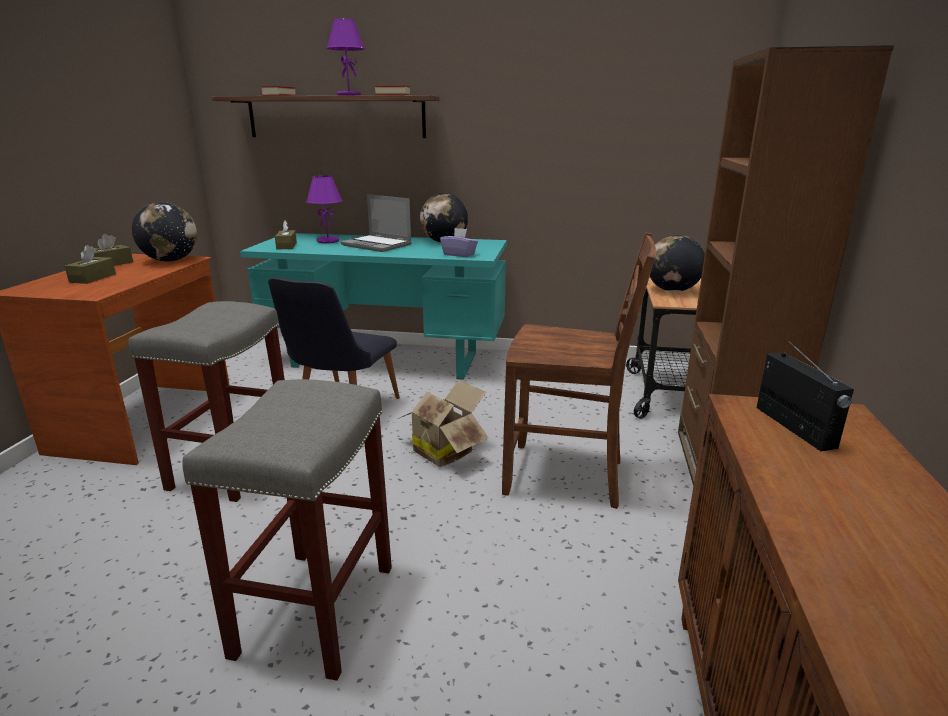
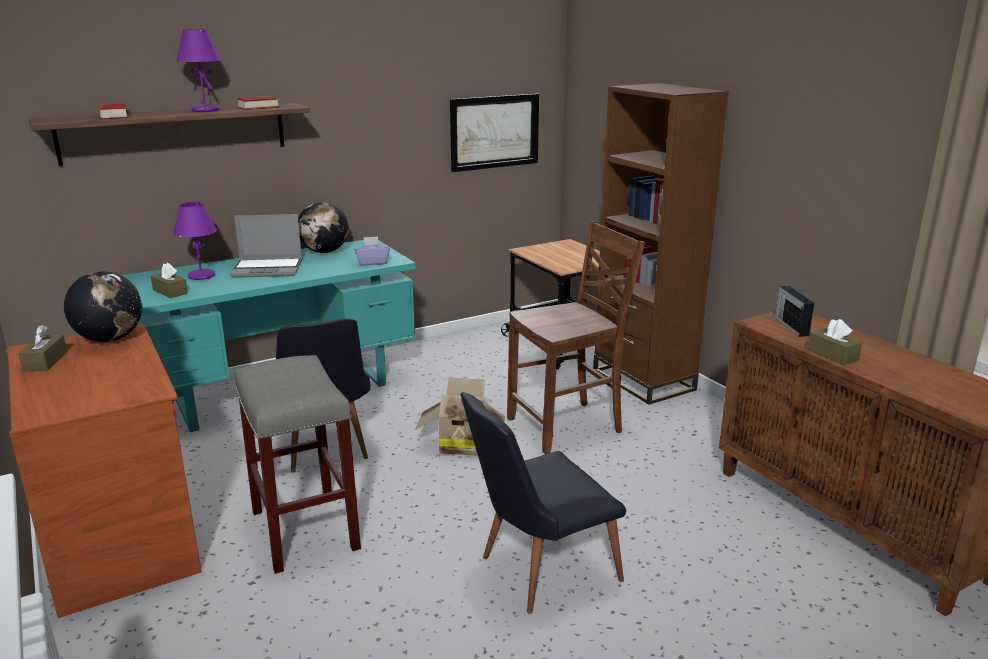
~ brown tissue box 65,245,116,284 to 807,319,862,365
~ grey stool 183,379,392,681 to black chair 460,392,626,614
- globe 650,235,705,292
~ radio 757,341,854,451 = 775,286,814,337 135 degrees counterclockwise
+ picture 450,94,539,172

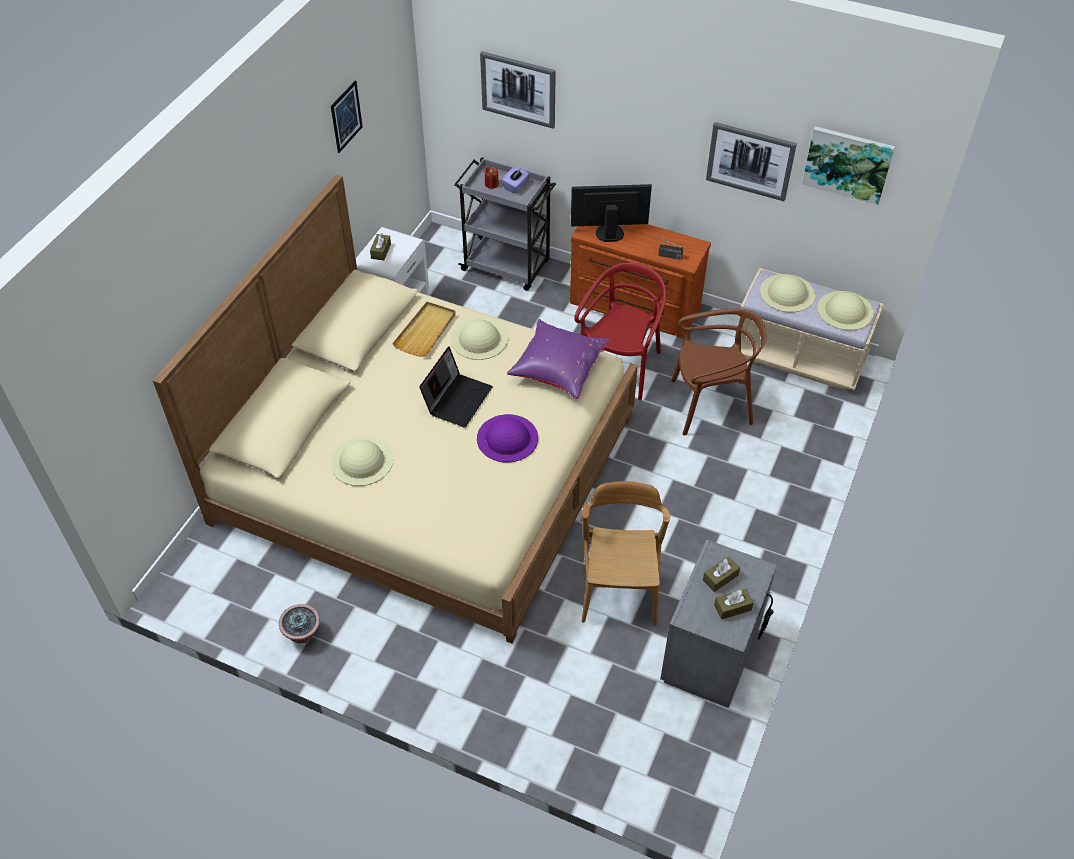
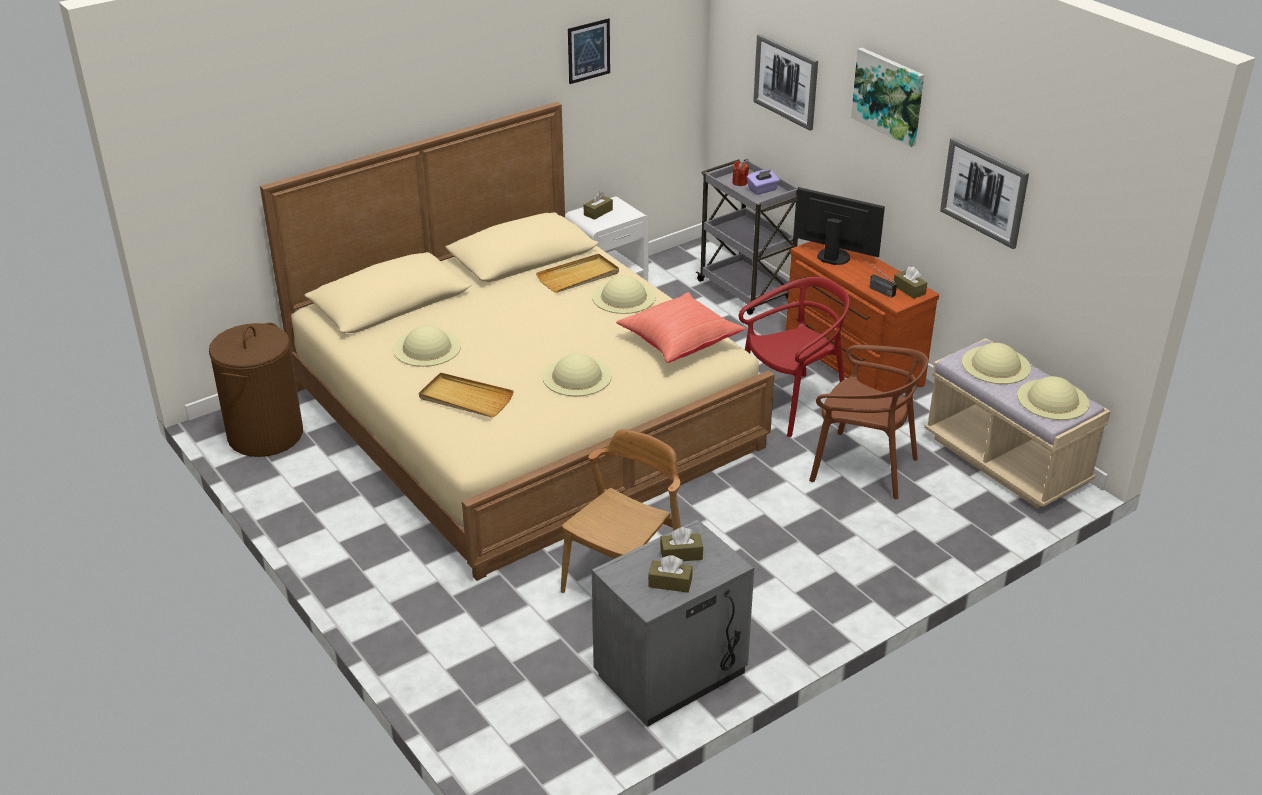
- potted plant 279,604,320,643
- laptop 419,346,493,428
~ purple hat 477,414,538,462 to beige hat 542,353,612,396
~ purple pillow 507,319,610,399 to red pillow 616,292,746,363
~ picture 802,126,895,205 to 851,48,924,147
+ brown laundry basket 209,323,303,457
+ beige tray 419,373,514,418
+ brown tissue box 894,266,927,299

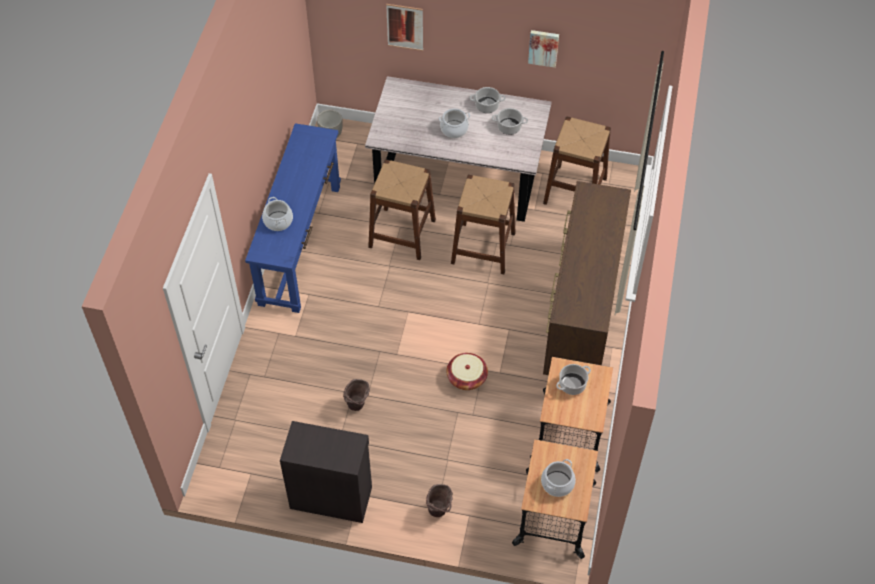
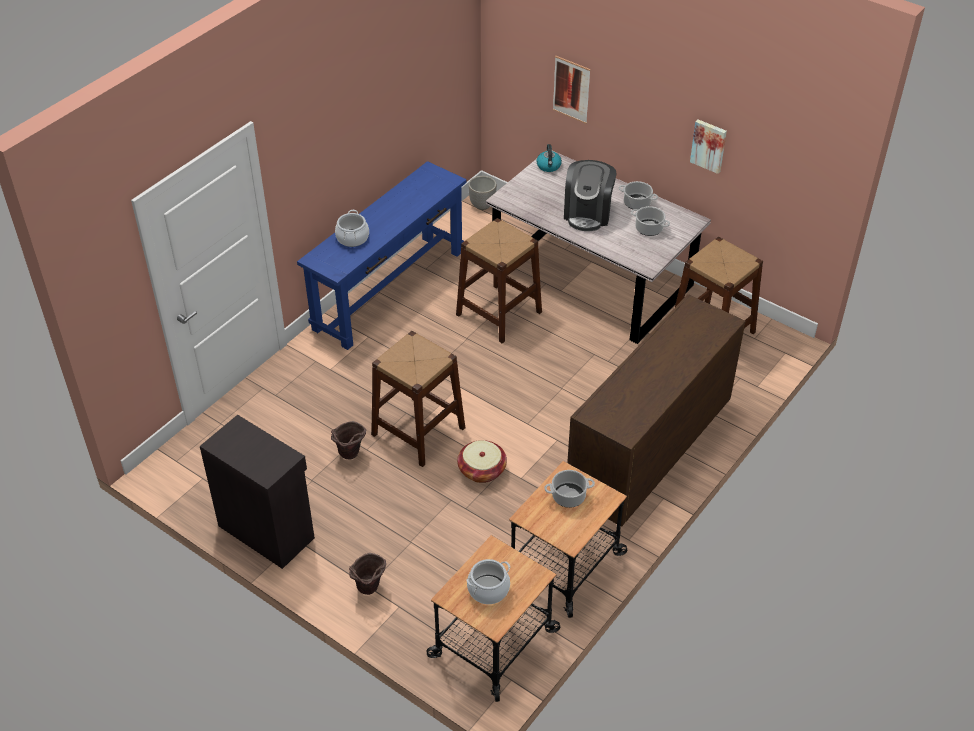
~ cooking pot 439,108,470,138 to coffee machine 564,160,616,231
~ brown stool 451,175,516,274 to 371,331,466,467
+ kettle 536,144,562,172

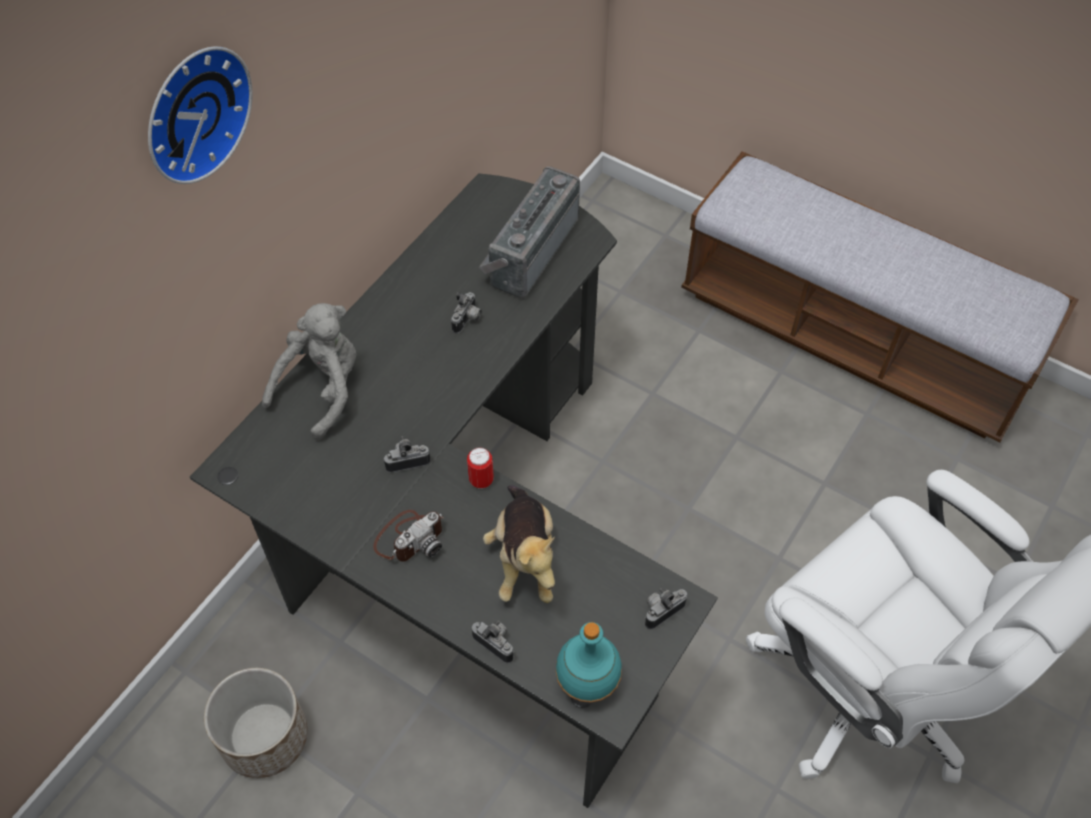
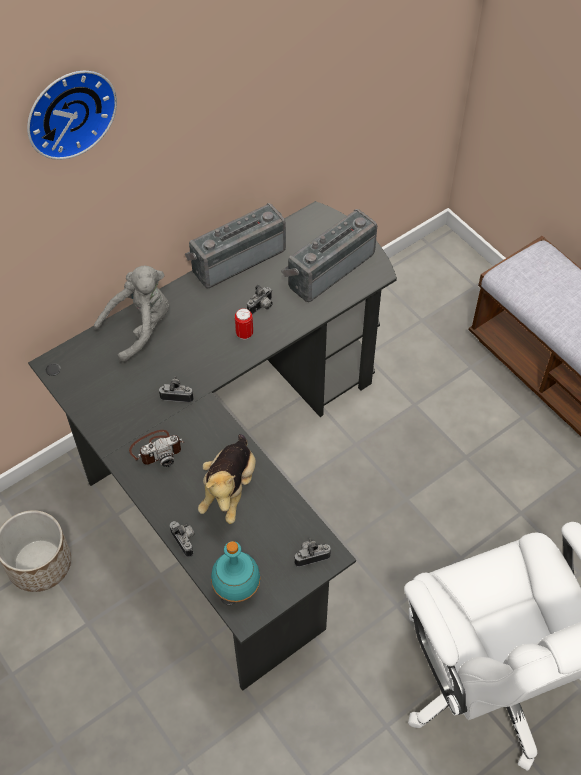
~ can 467,447,494,489 to 235,308,253,340
+ radio 185,203,286,288

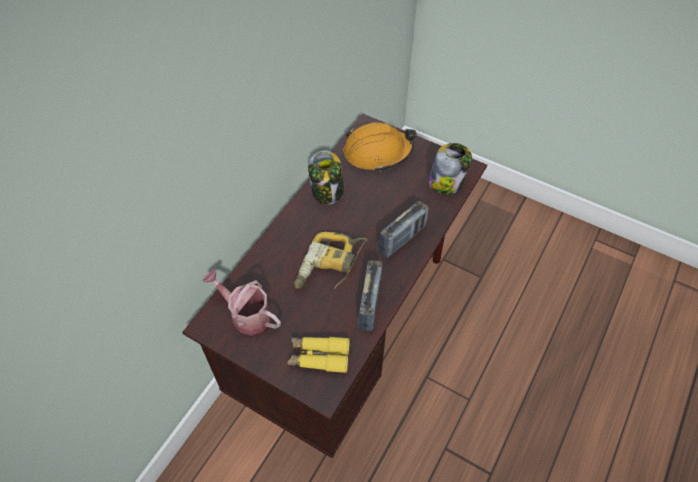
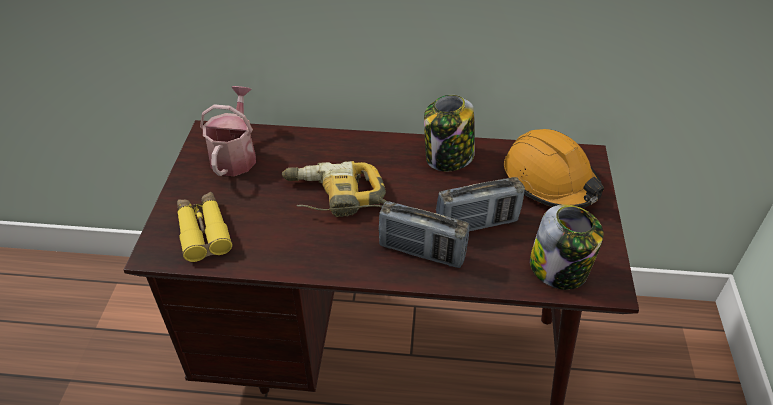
~ radio 358,260,382,331 to 436,177,525,231

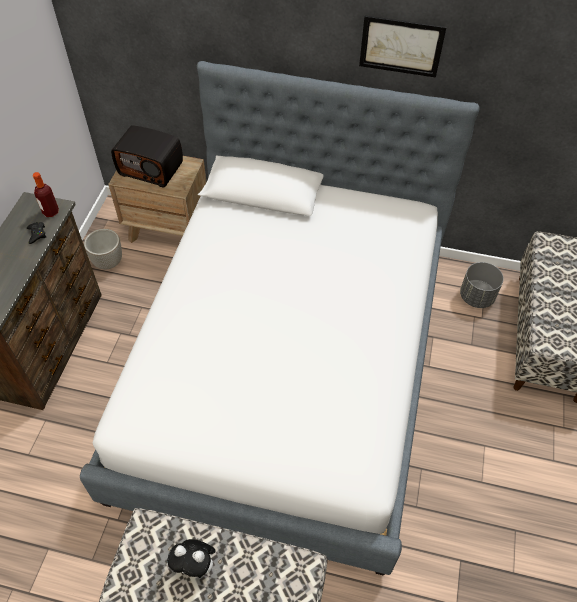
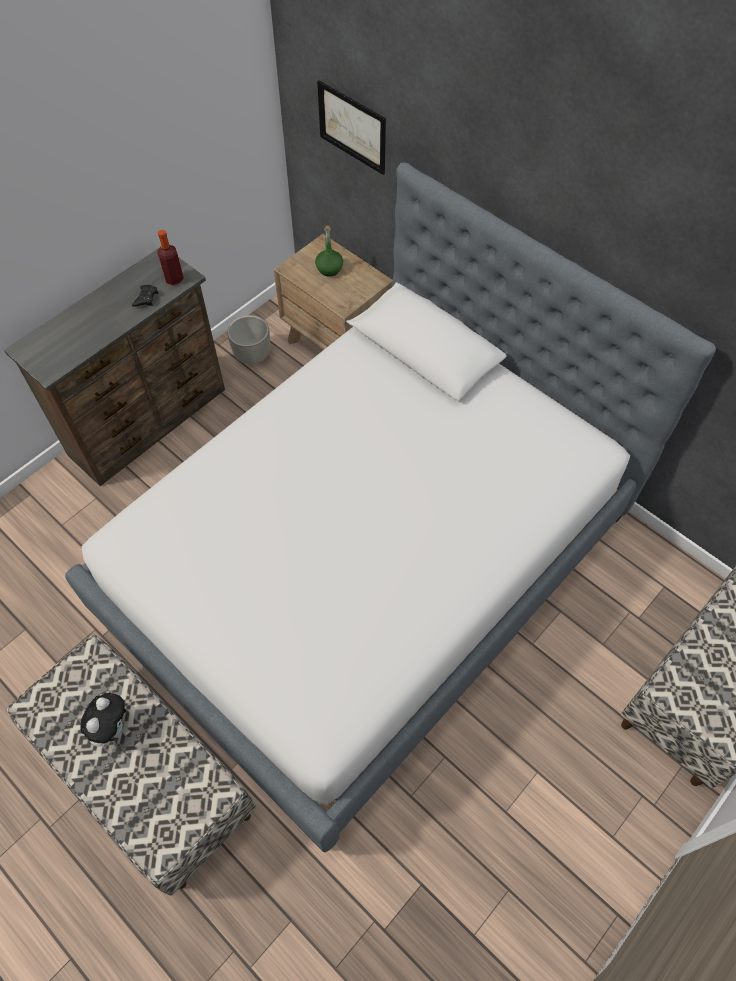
~ radio 111,125,183,188 to green bottle 315,226,343,277
~ plush toy 167,539,218,578 = 80,693,126,747 120 degrees counterclockwise
~ picture 359,15,446,78 to 317,80,386,175
- grey planter 460,262,504,308

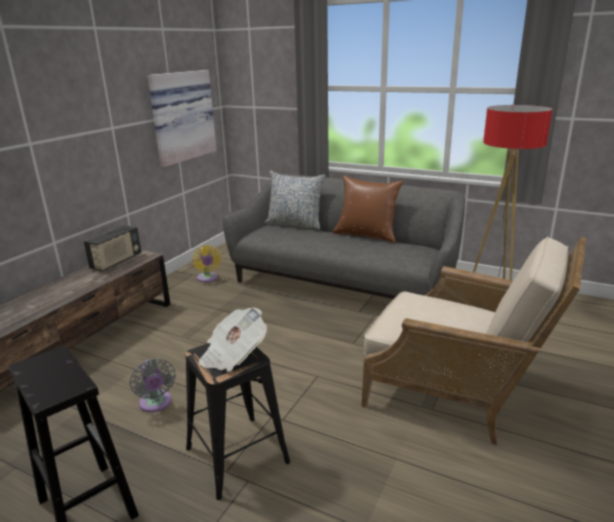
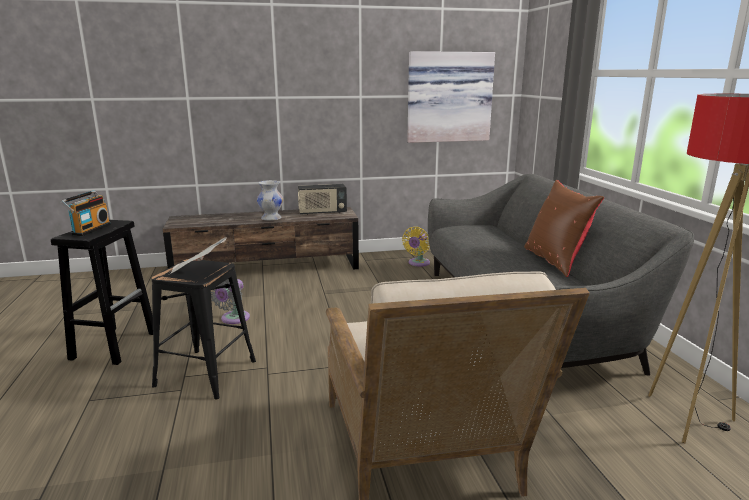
- pillow 265,171,326,230
+ radio 60,190,111,236
+ white vase 257,180,283,221

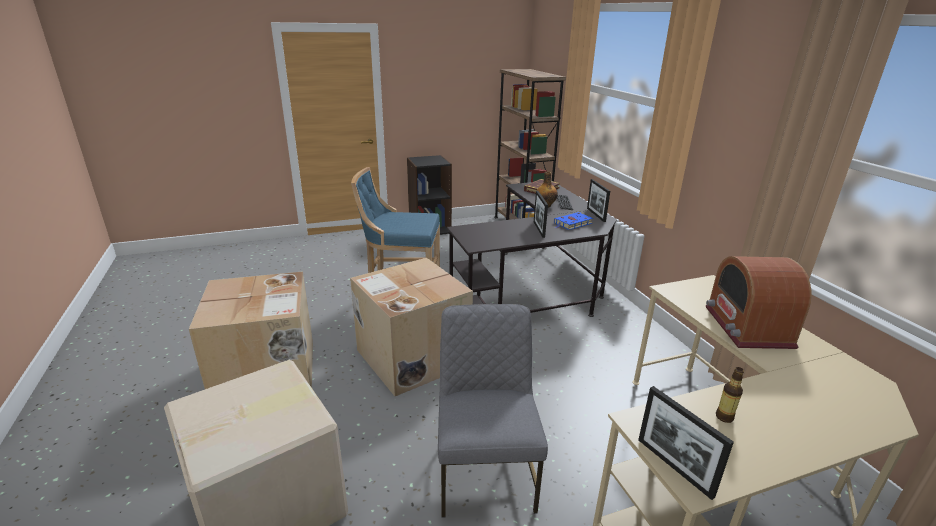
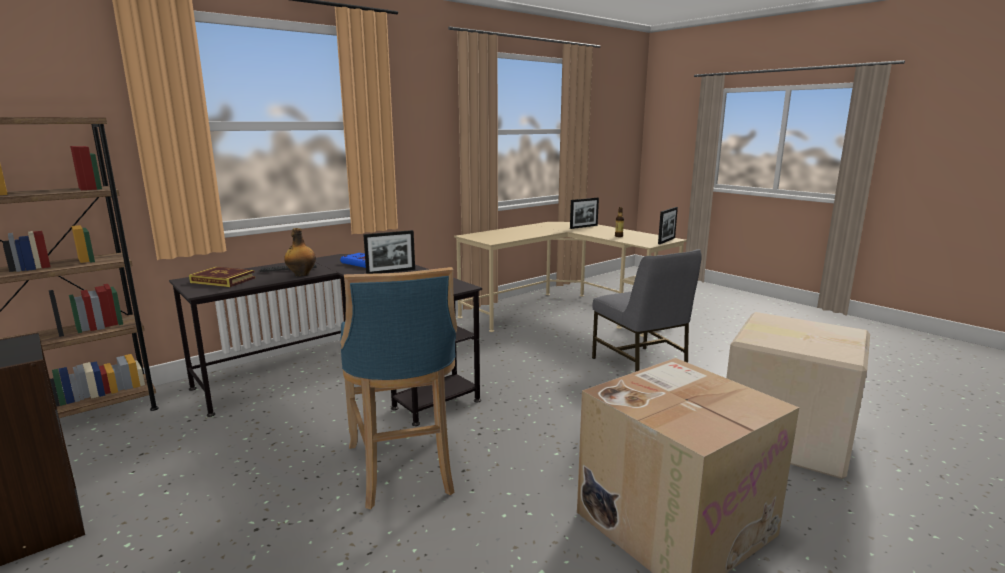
- cardboard box 350,258,473,396
~ grey chair 438,304,548,518 = 592,249,701,372 90 degrees counterclockwise
~ picture frame 587,179,610,222 to 570,198,599,229
- radio 706,256,812,349

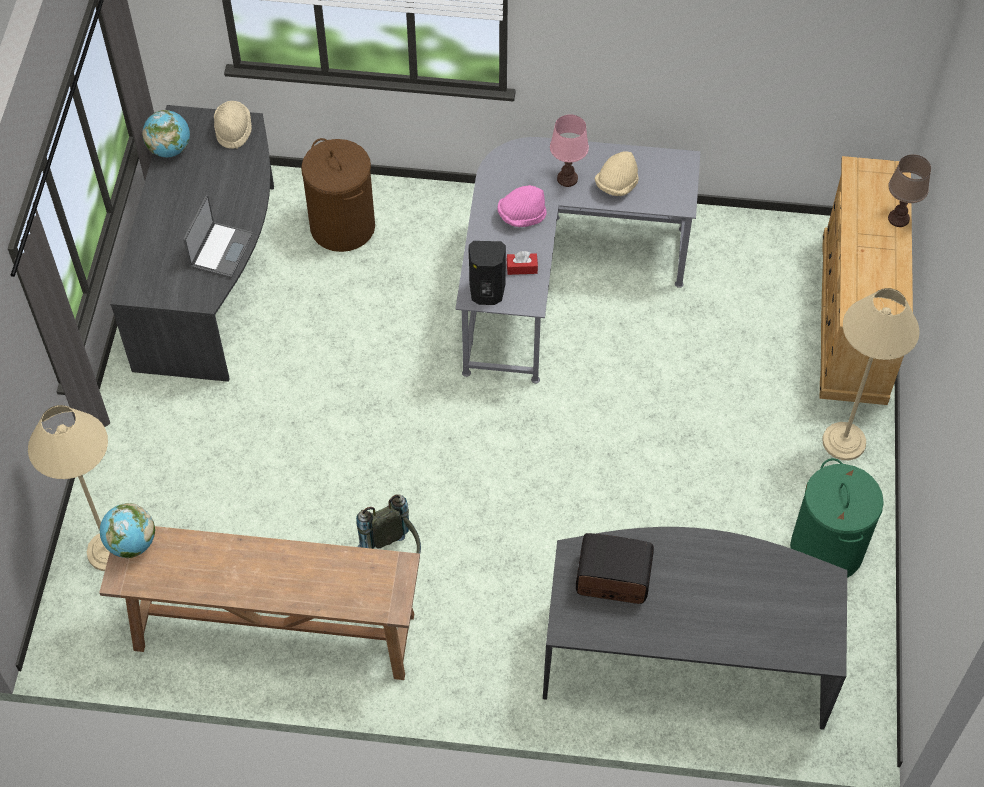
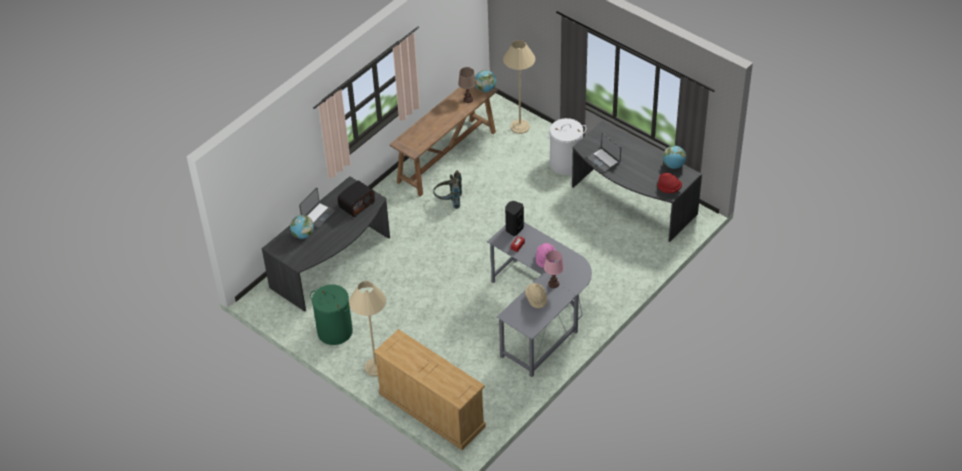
~ beige hat 214,101,252,149 to red hat 657,173,682,193
- brown laundry basket 301,138,375,252
~ brown table lamp 888,154,931,227 to 458,67,476,103
+ globe 290,215,314,239
+ laptop 299,187,336,229
+ white laundry basket 546,118,586,175

